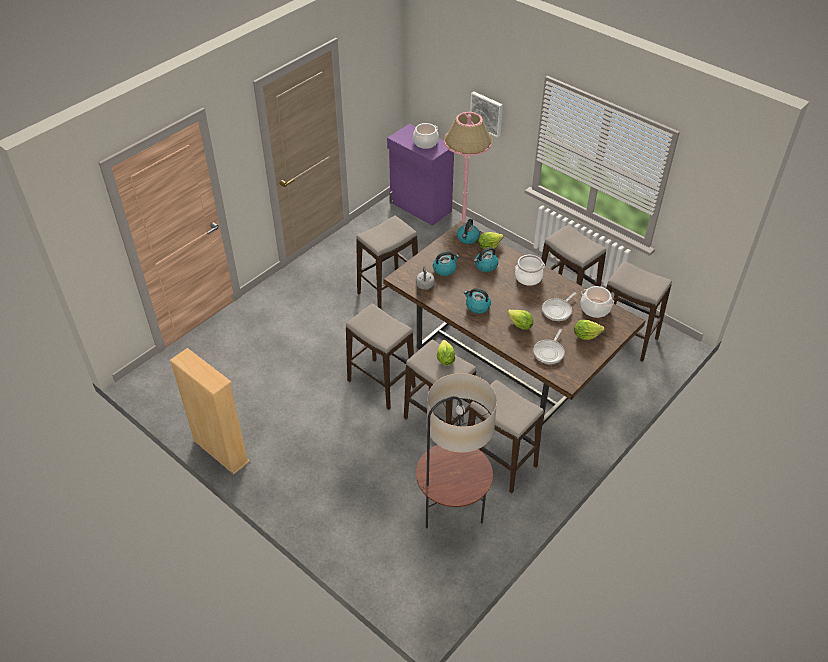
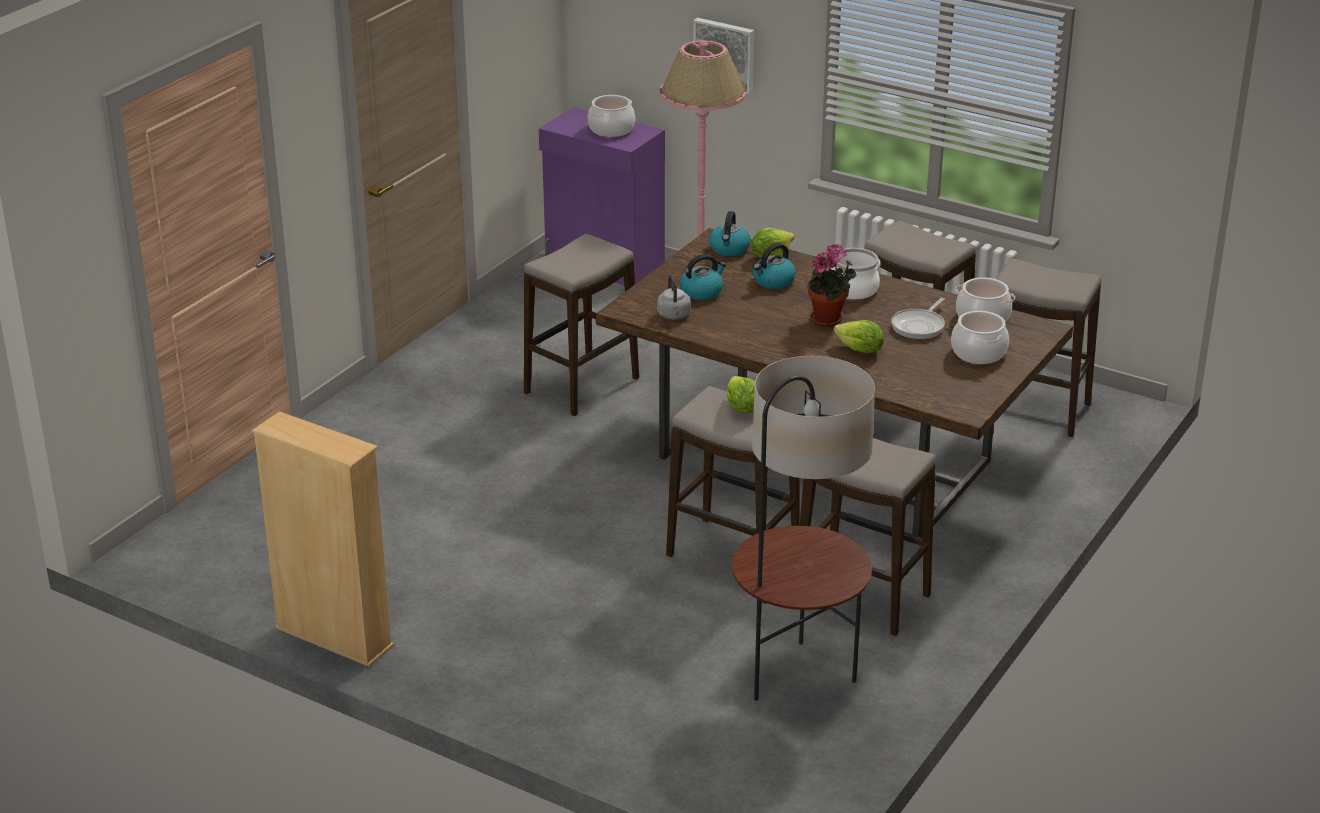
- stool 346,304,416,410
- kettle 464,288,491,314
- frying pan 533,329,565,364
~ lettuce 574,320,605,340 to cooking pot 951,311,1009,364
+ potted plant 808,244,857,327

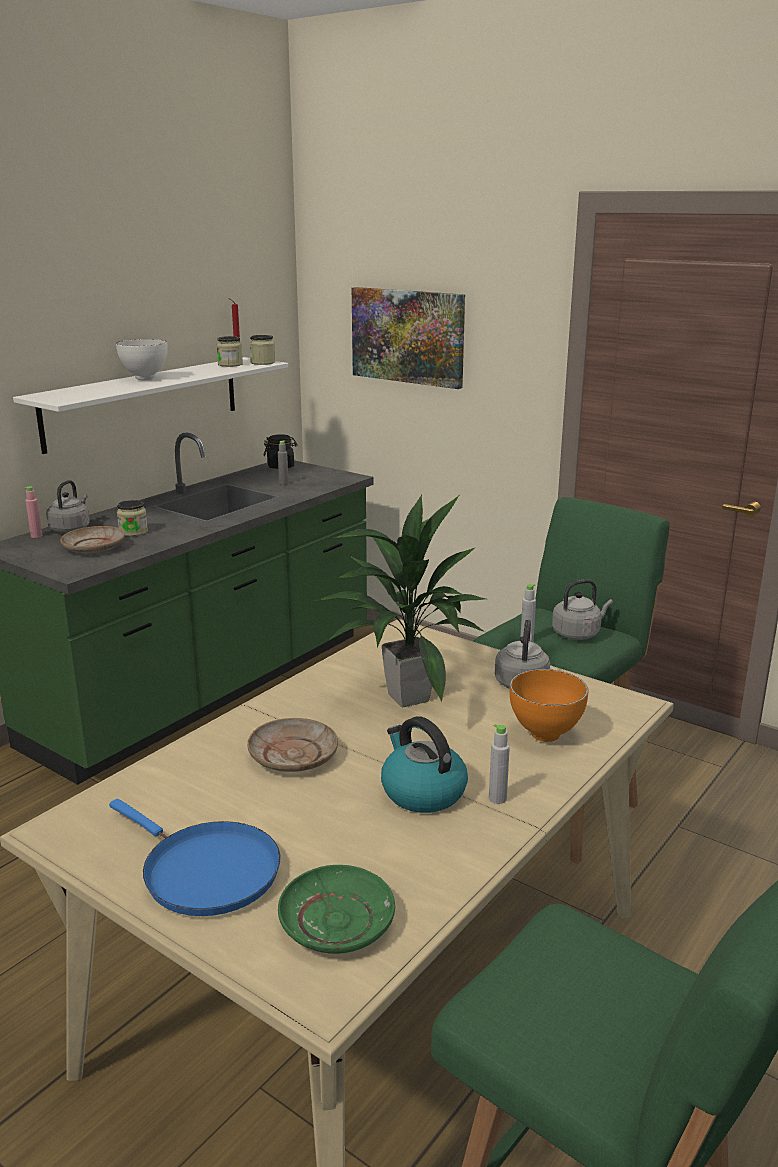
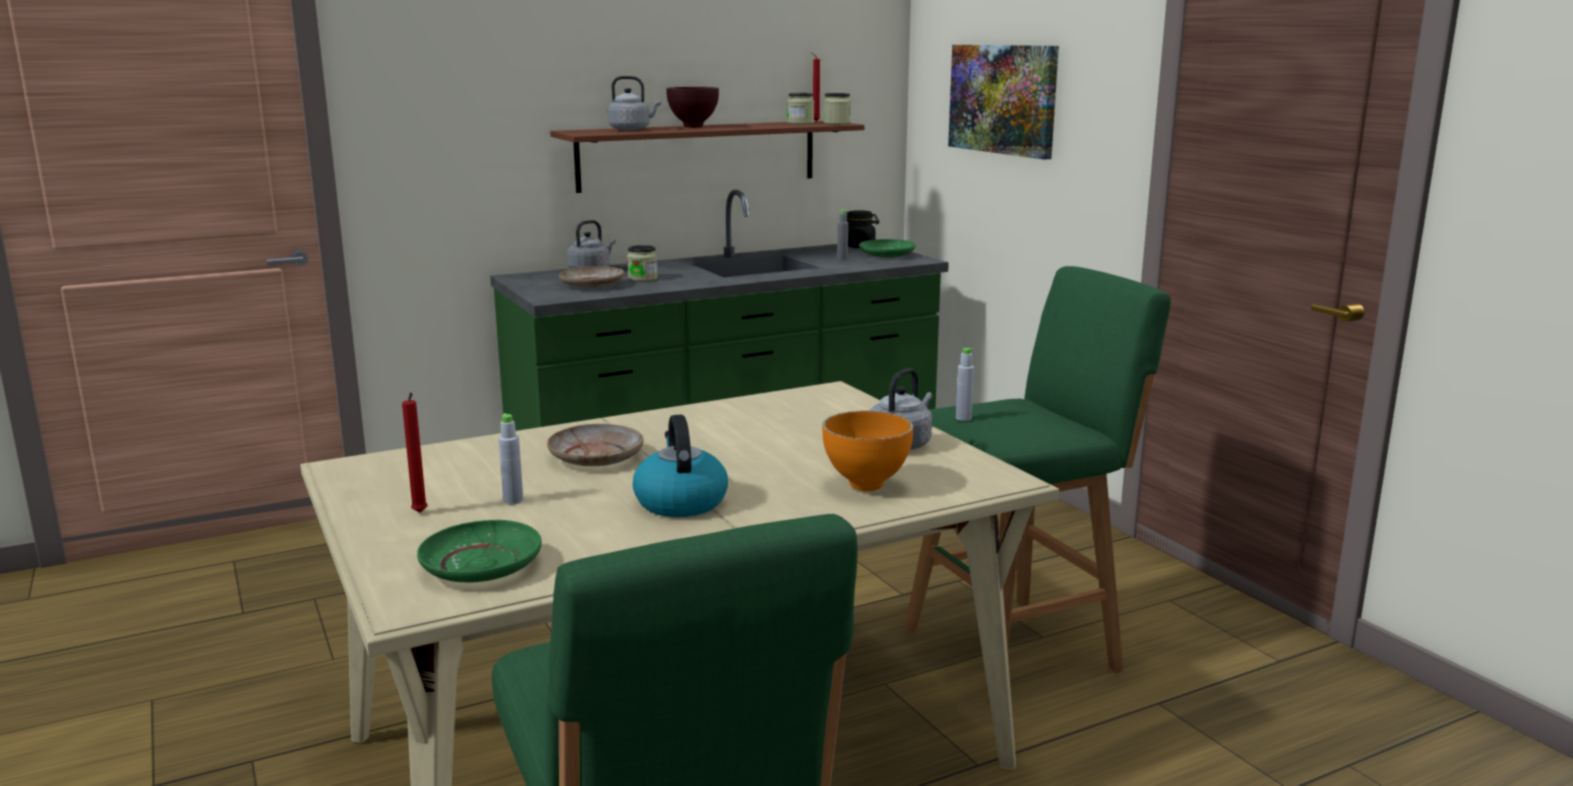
~ white shelf 13,357,288,454 to brown shelf 550,121,865,193
- pink bottle 24,486,42,538
~ blue frying pan 109,799,280,916 to red candle 402,392,428,513
~ white bowl 116,339,168,380 to brown bowl 666,87,719,127
- potted plant 314,495,486,707
~ grey bottle 489,724,510,804 to 498,413,523,505
~ grey kettle 552,579,613,640 to 608,76,661,130
+ green plate 859,239,916,257

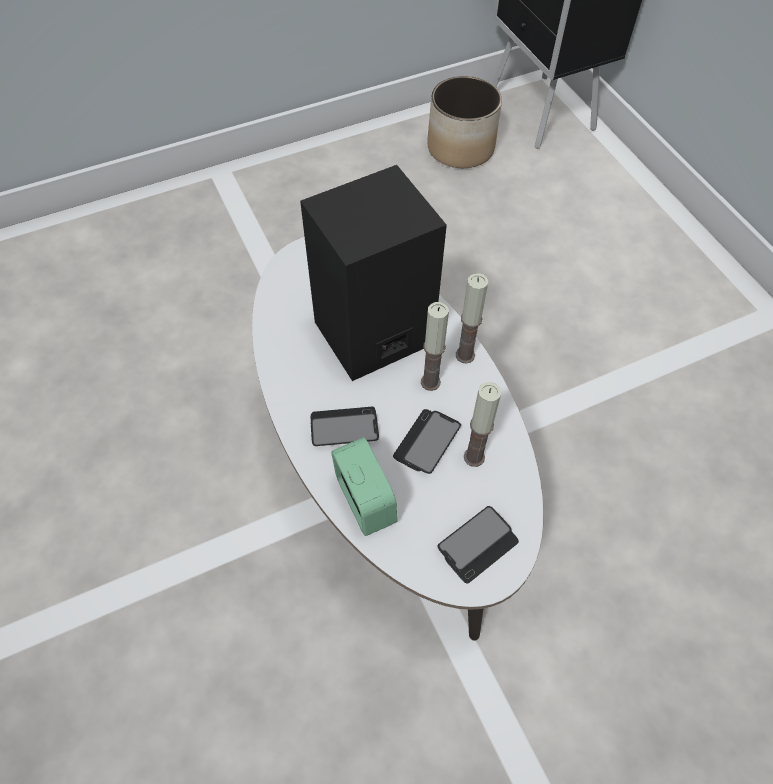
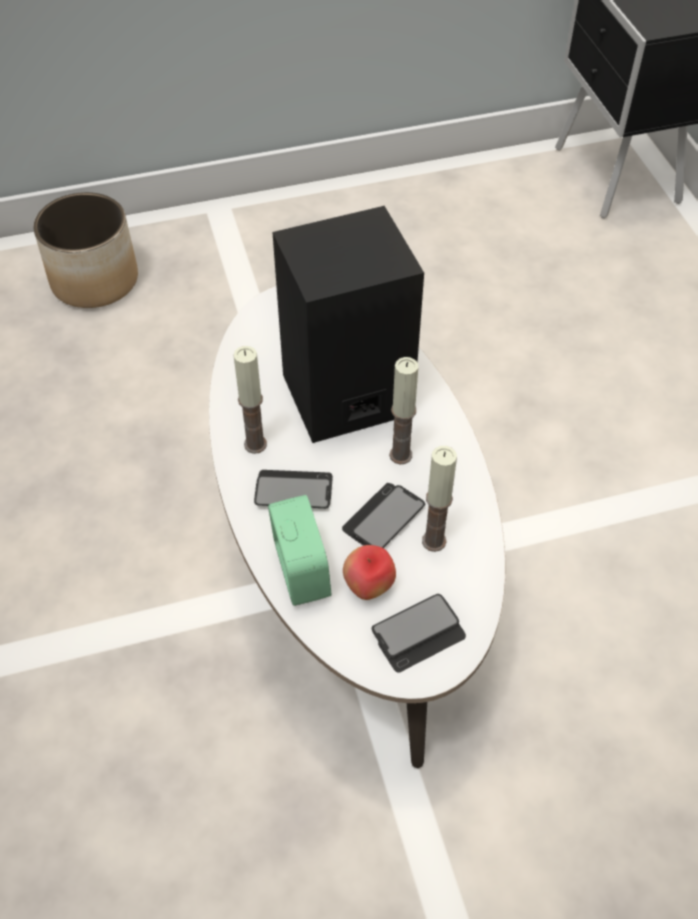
~ planter 427,76,502,168 to 33,192,138,308
~ candle 456,273,488,364 to 234,346,267,454
+ apple 343,545,396,600

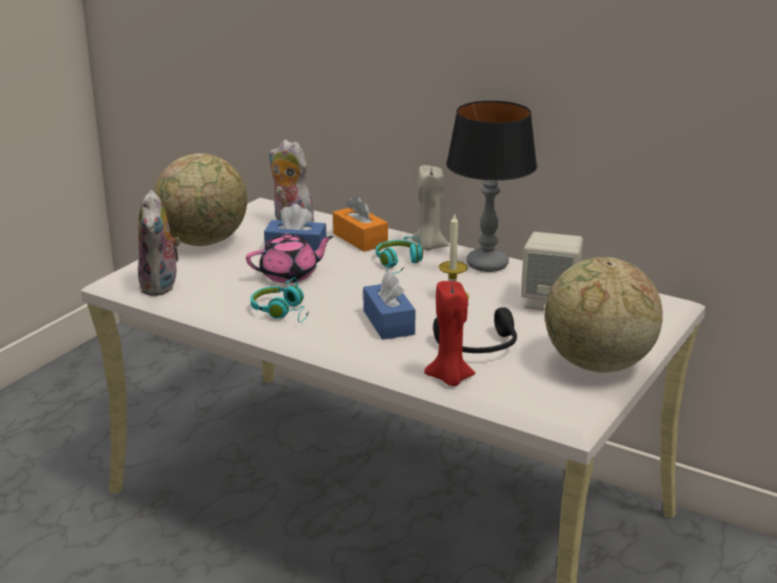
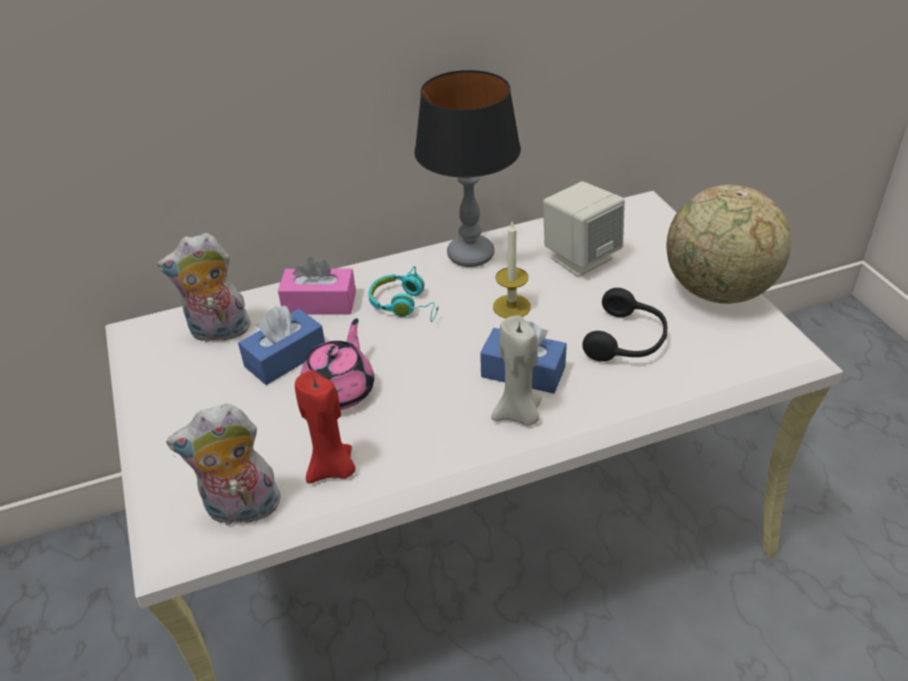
~ plush toy 138,190,181,296 = 166,403,281,526 135 degrees clockwise
- globe 154,153,247,246
- turquoise headphones 251,277,309,323
~ orange tissue box 333,195,388,252 to pink tissue box 278,257,356,315
~ beige candle 412,165,449,251 to 491,315,542,426
~ red candle 424,281,475,386 to 295,370,356,483

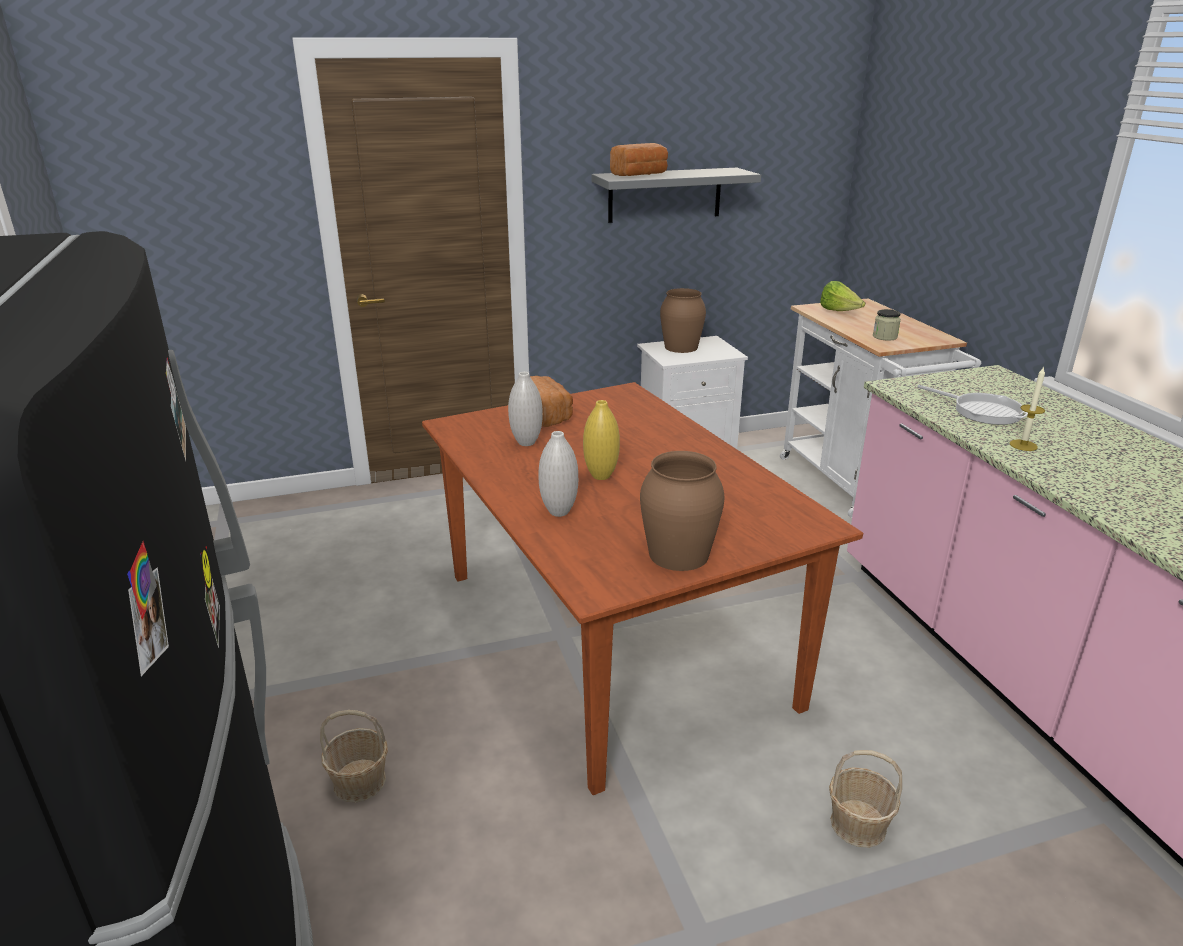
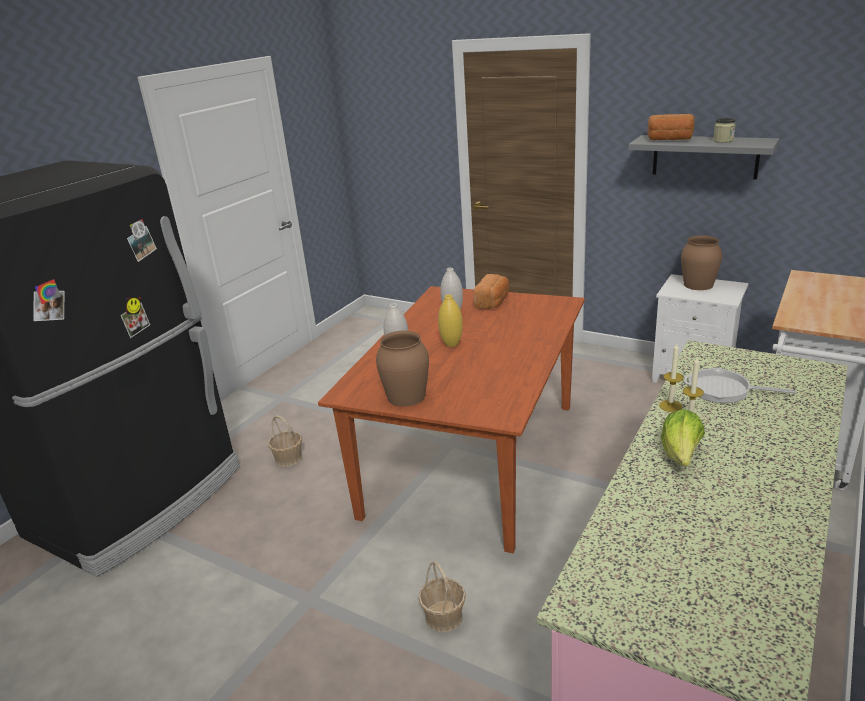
~ lettuce 820,281,865,311 to 661,409,705,466
~ jar 873,309,901,341 to 713,118,736,143
~ frying pan 917,385,1028,425 = 684,368,796,403 105 degrees clockwise
+ candle 659,343,684,412

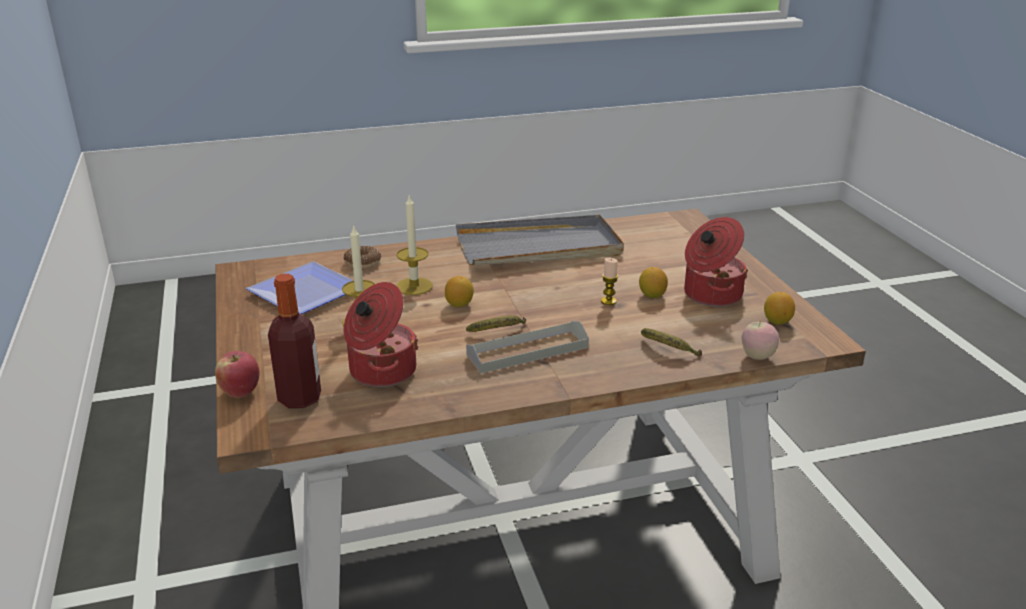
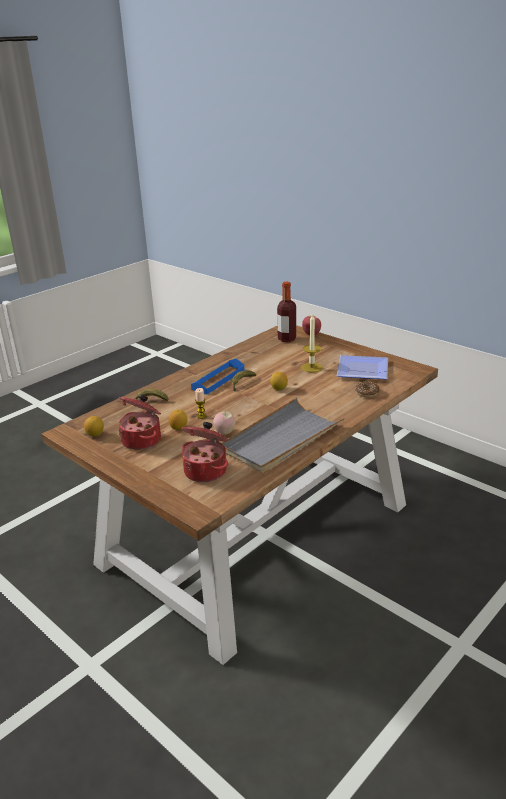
~ cooking pot 344,282,418,387 to 182,422,229,482
- candle 396,196,433,295
~ grey tray 466,321,589,374 to blue tray 191,359,244,395
~ apple 742,321,779,360 to 213,411,235,435

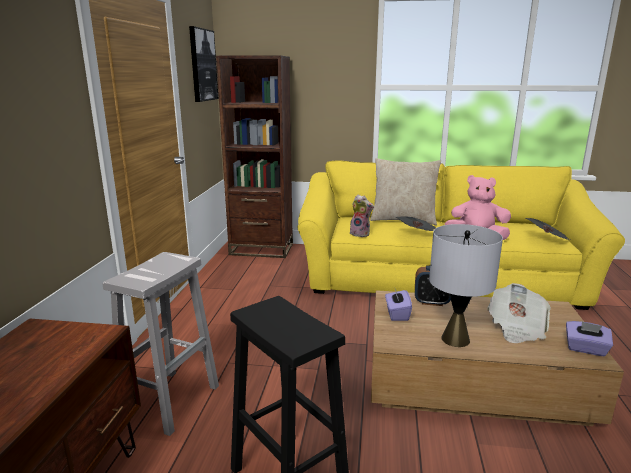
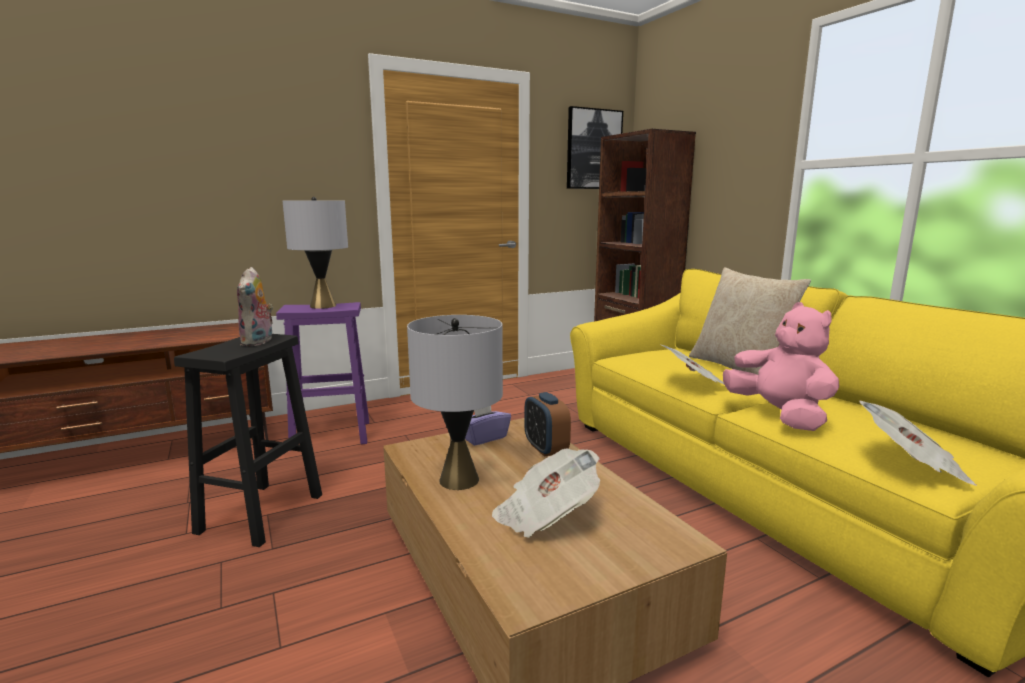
~ white stool 103,252,219,436 to purple stool 276,302,369,451
~ plush toy 350,195,374,237 to 237,267,276,346
- purple tissue box 566,321,613,357
+ grey table lamp 282,197,348,309

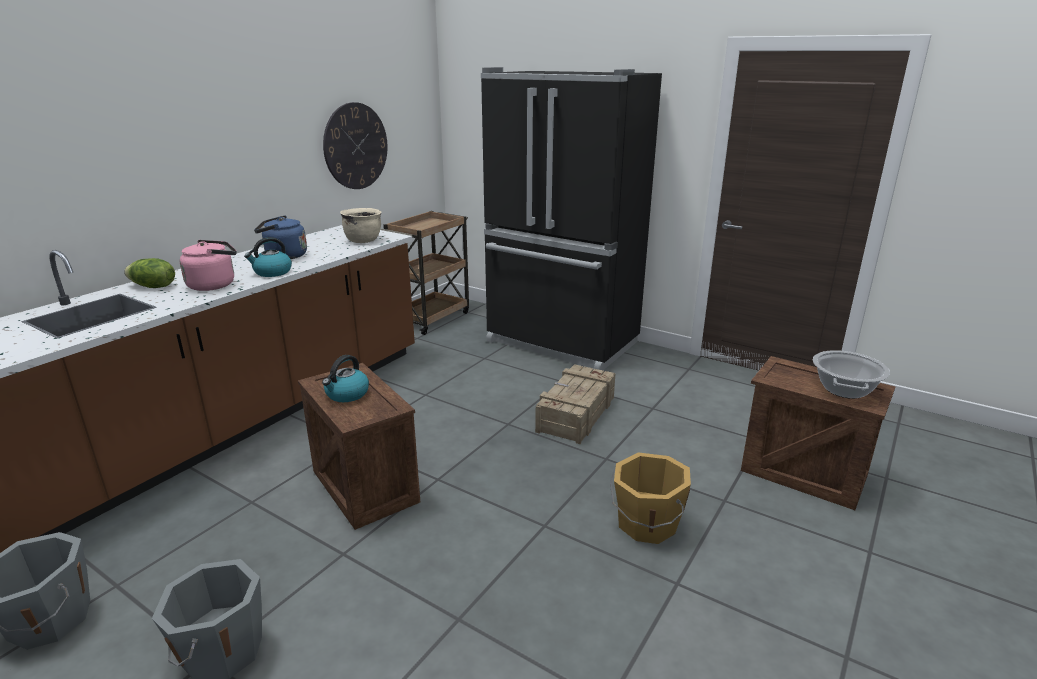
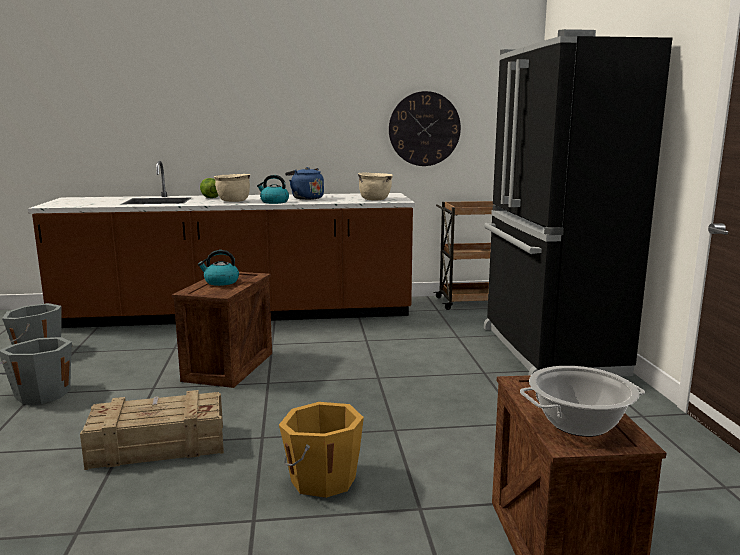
~ pink kettle 180,240,236,291 to beige cooking pot 214,174,250,202
~ crate 535,364,615,444 to 80,390,224,470

